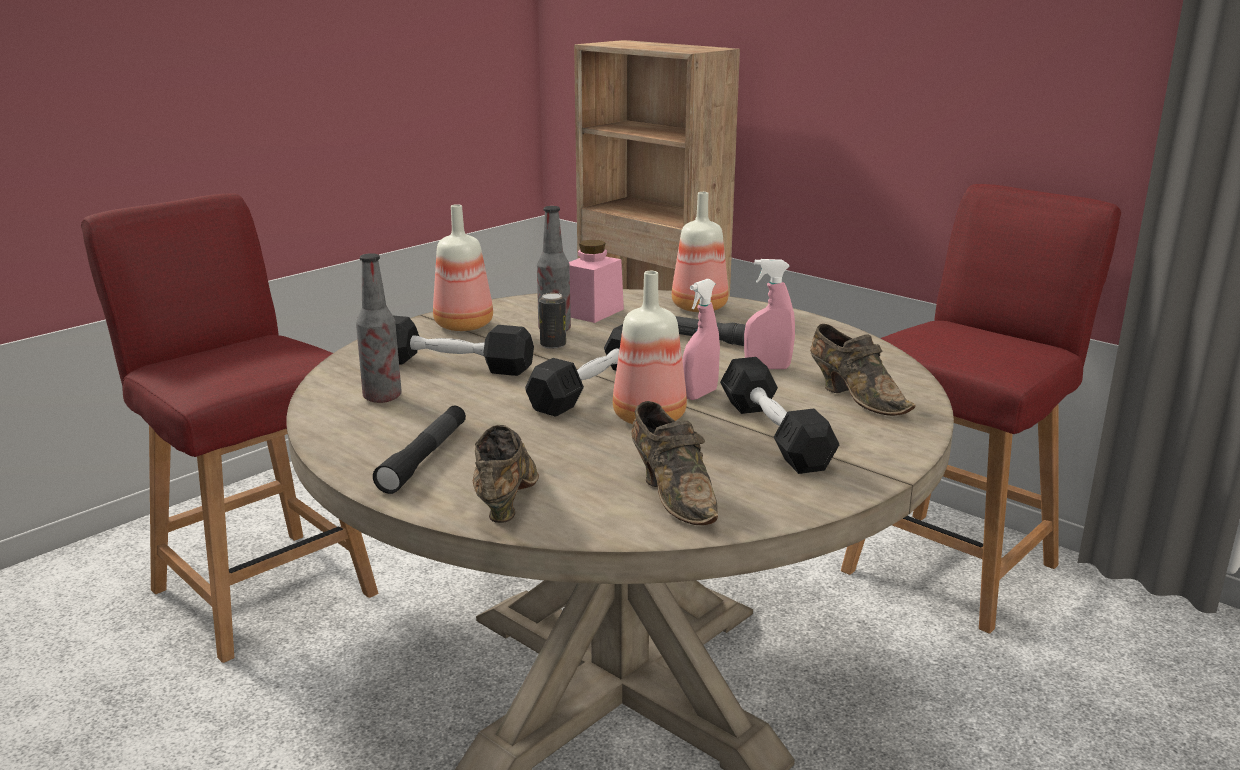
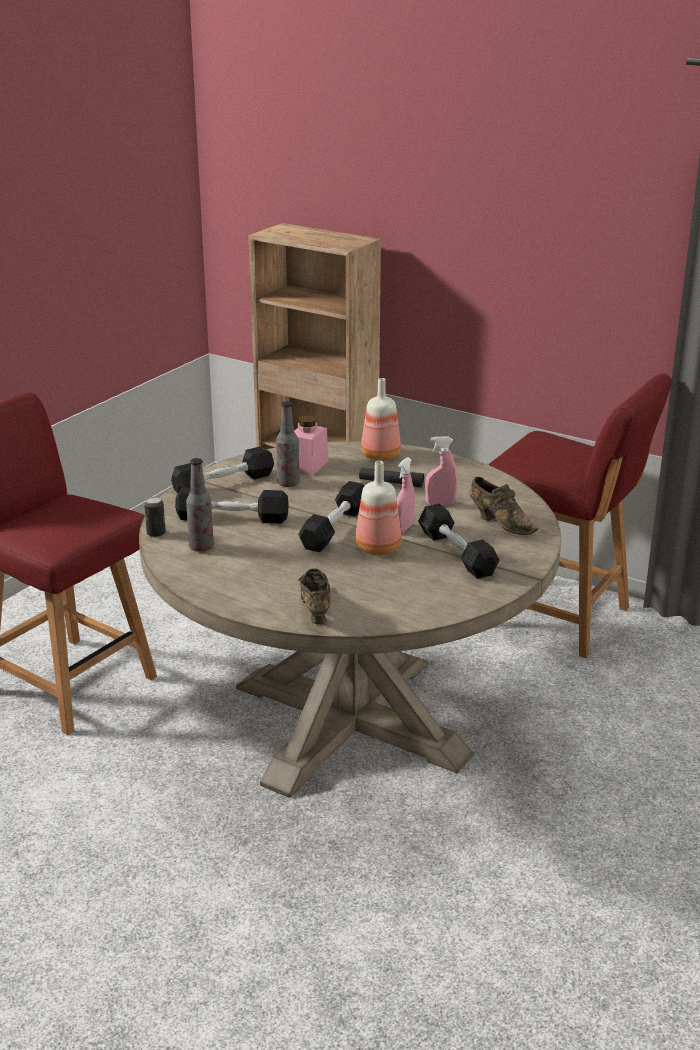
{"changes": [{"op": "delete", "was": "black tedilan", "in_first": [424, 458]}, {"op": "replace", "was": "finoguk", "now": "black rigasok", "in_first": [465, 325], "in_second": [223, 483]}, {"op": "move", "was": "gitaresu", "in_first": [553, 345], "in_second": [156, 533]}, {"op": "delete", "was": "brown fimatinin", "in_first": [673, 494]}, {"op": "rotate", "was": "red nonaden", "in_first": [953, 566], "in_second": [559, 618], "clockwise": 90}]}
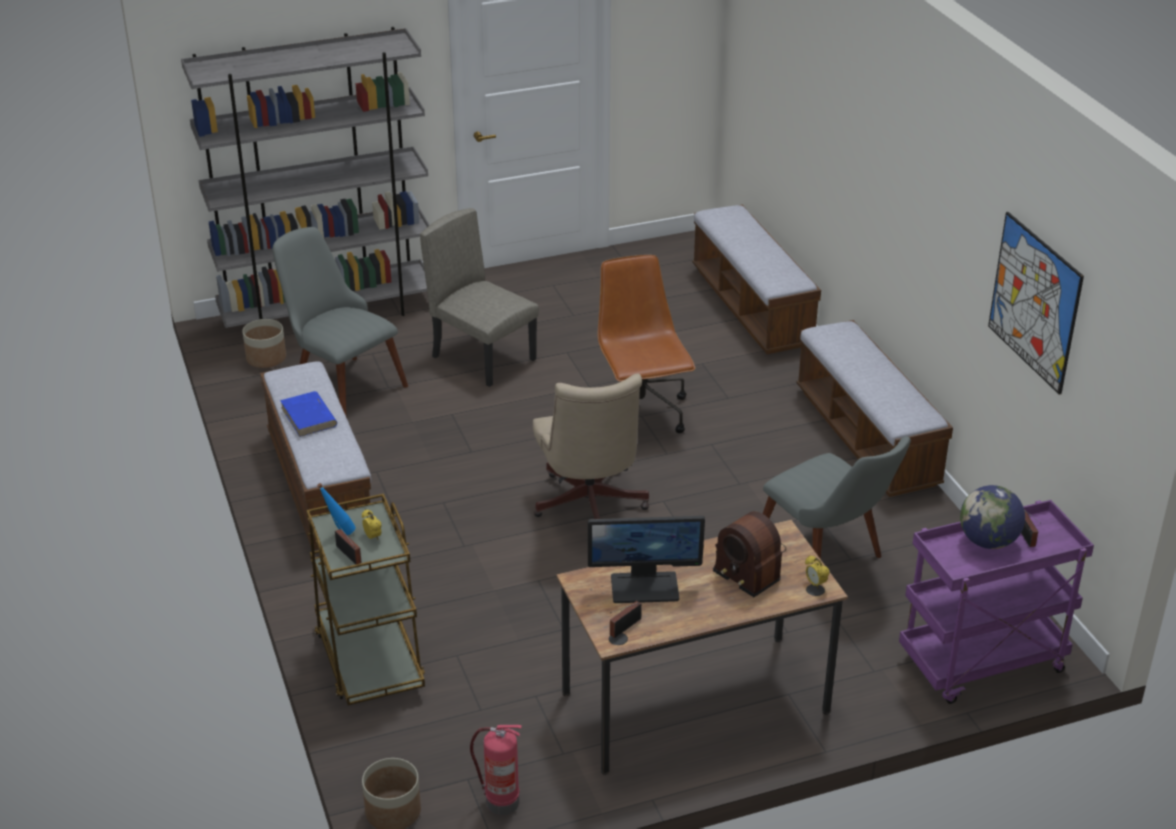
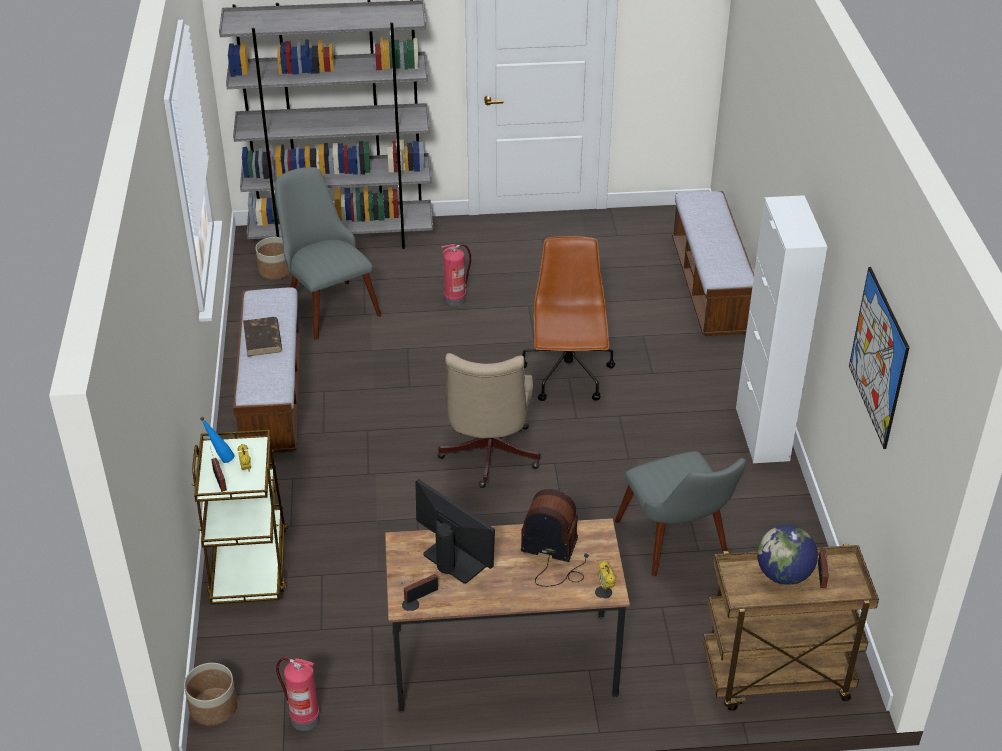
{"changes": [{"op": "recolor", "was": "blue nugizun", "now": "brown nugizun", "in_first": [309, 417], "in_second": [263, 339]}, {"op": "replace", "was": "beige nonaden", "now": "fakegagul", "in_first": [484, 358], "in_second": [455, 299]}, {"op": "rotate", "was": "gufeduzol", "in_first": [645, 586], "in_second": [455, 559], "clockwise": -150}, {"op": "rotate", "was": "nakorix", "in_first": [748, 565], "in_second": [554, 556], "clockwise": 135}, {"op": "replace", "was": "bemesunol", "now": "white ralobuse", "in_first": [866, 438], "in_second": [762, 434]}, {"op": "recolor", "was": "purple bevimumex", "now": "brown bevimumex", "in_first": [981, 665], "in_second": [775, 678]}]}
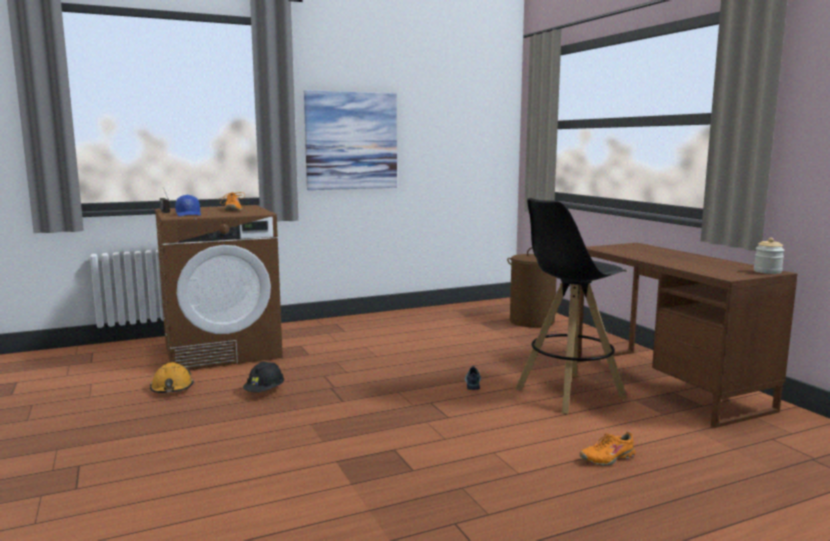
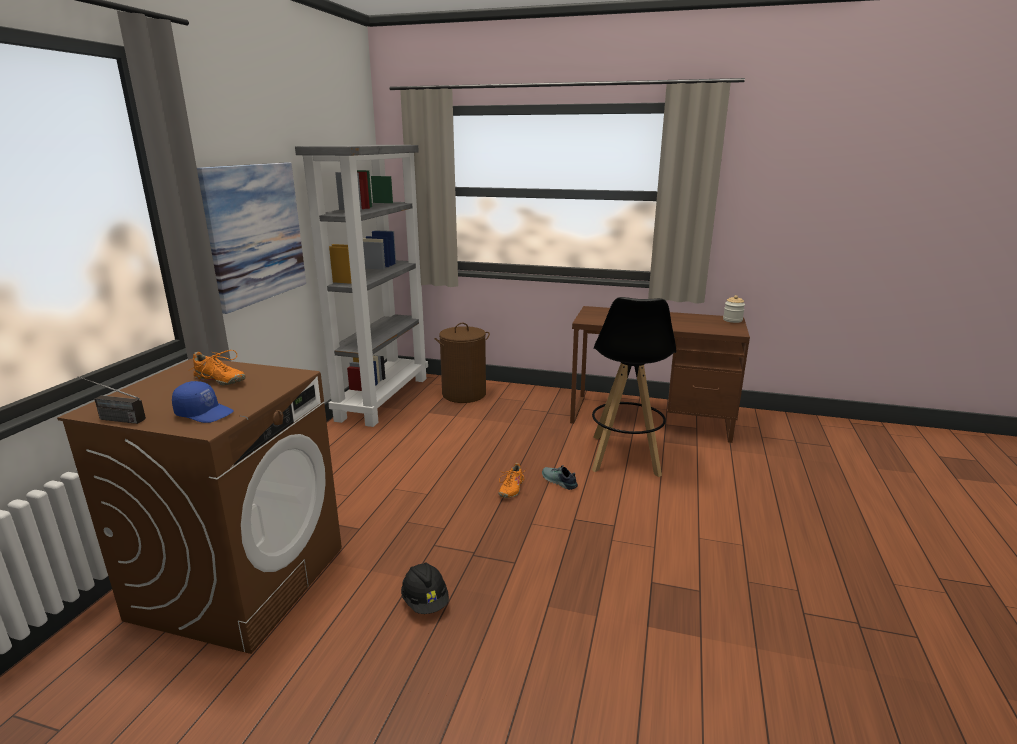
{"changes": [{"op": "delete", "was": "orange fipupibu", "in_first": [172, 388]}, {"op": "move", "was": "orange fimatinin", "in_first": [607, 458], "in_second": [511, 488]}, {"op": "insert", "now": "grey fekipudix", "in_second": [383, 398]}]}
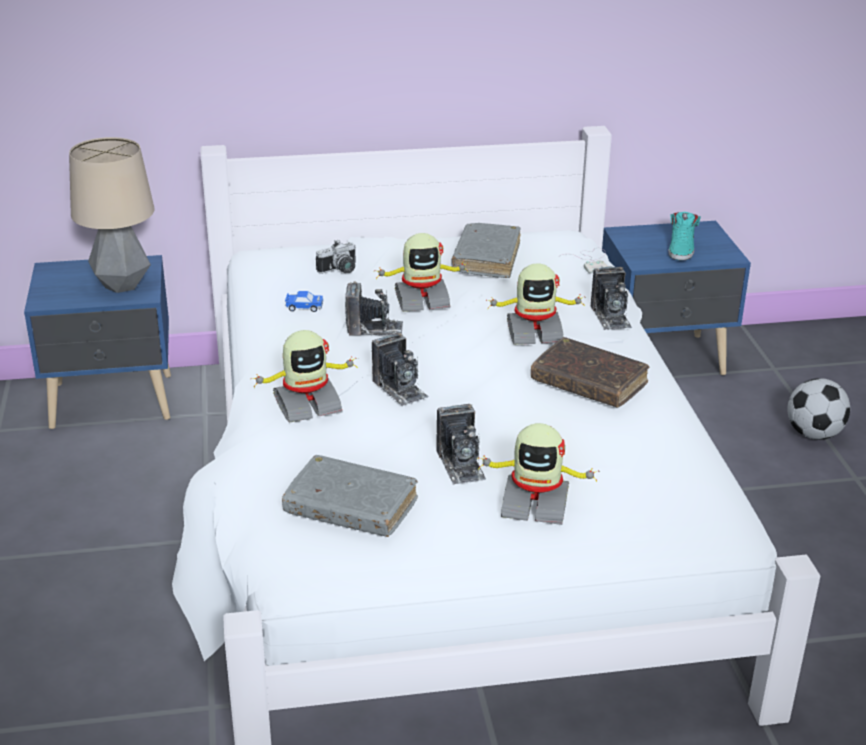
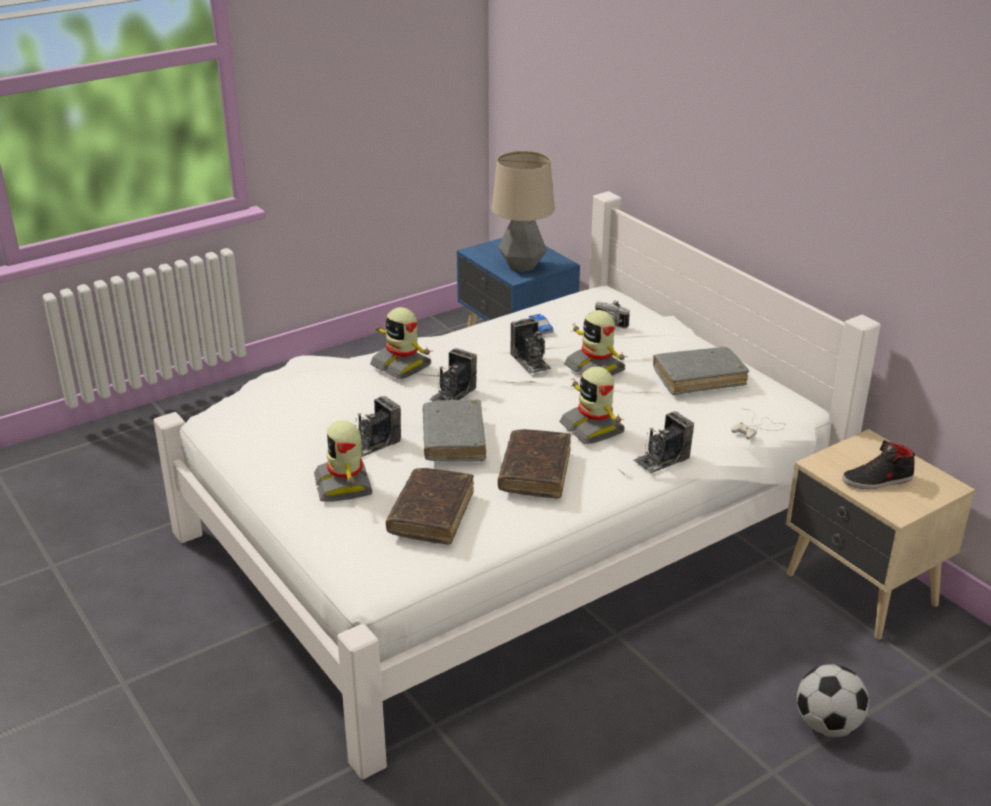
{"changes": [{"op": "move", "was": "grey nugizun", "in_first": [351, 508], "in_second": [453, 439]}, {"op": "recolor", "was": "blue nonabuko", "now": "beige nonabuko", "in_first": [663, 360], "in_second": [860, 592]}, {"op": "recolor", "was": "turquoise fimatinin", "now": "black fimatinin", "in_first": [681, 249], "in_second": [877, 480]}, {"op": "insert", "now": "brown nugizun", "in_second": [431, 514]}]}
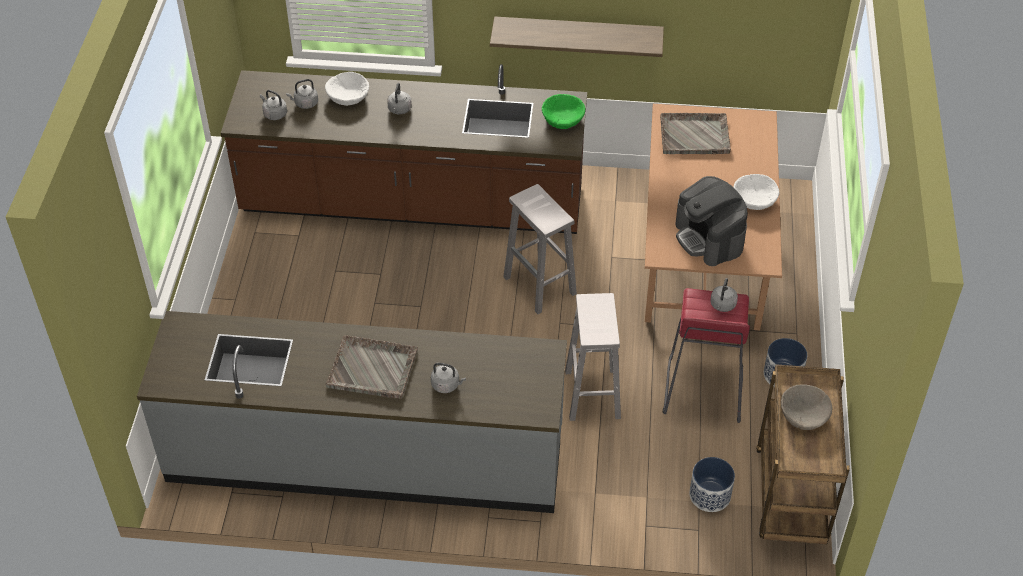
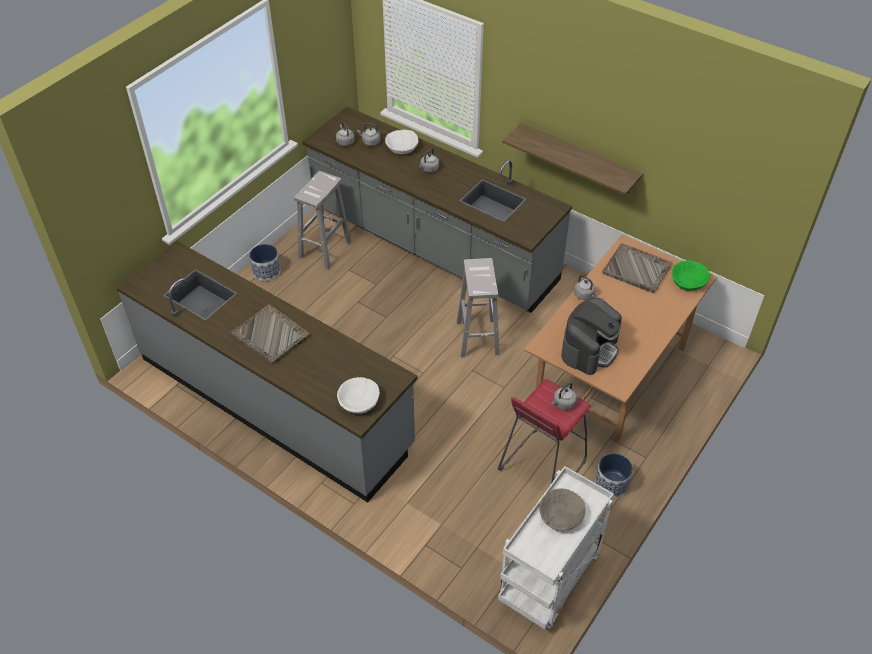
{"changes": [{"op": "recolor", "was": "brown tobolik", "now": "grey tobolik", "in_first": [412, 203], "in_second": [432, 245]}, {"op": "move", "was": "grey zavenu", "in_first": [447, 385], "in_second": [585, 295]}, {"op": "move", "was": "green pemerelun", "in_first": [563, 118], "in_second": [688, 281]}, {"op": "move", "was": "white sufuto", "in_first": [592, 393], "in_second": [325, 249]}, {"op": "rotate", "was": "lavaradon", "in_first": [709, 238], "in_second": [589, 349], "clockwise": -150}, {"op": "move", "was": "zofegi", "in_first": [710, 495], "in_second": [266, 271]}, {"op": "move", "was": "white pemerelun", "in_first": [754, 199], "in_second": [359, 401]}, {"op": "recolor", "was": "brown bevimumex", "now": "white bevimumex", "in_first": [792, 499], "in_second": [549, 581]}]}
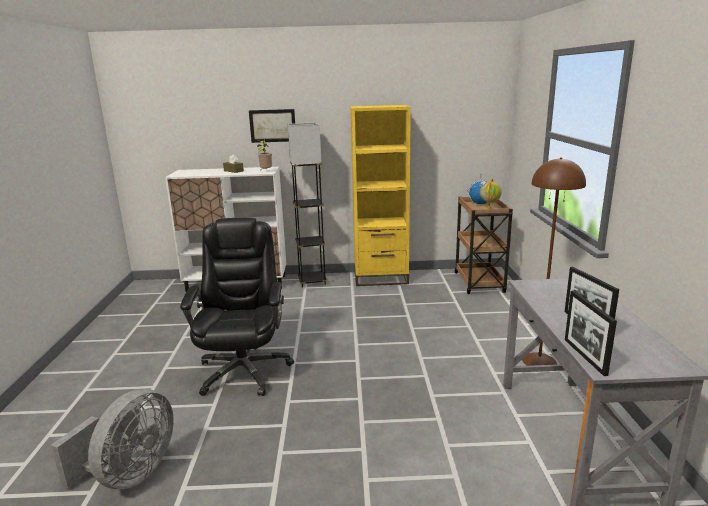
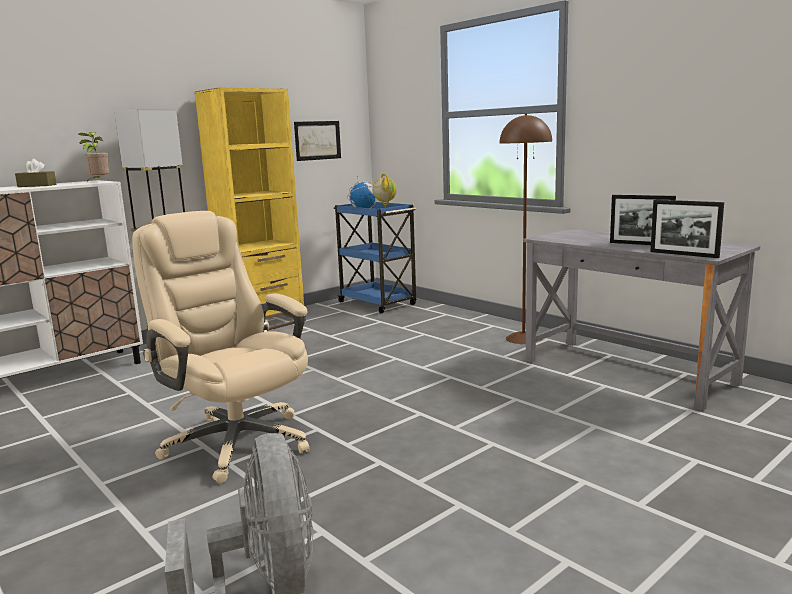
{"changes": [{"op": "recolor", "was": "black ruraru", "now": "beige ruraru", "in_first": [244, 370], "in_second": [236, 442]}, {"op": "move", "was": "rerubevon", "in_first": [272, 125], "in_second": [317, 140]}, {"op": "recolor", "was": "brown bevimumex", "now": "blue bevimumex", "in_first": [479, 283], "in_second": [378, 303]}]}
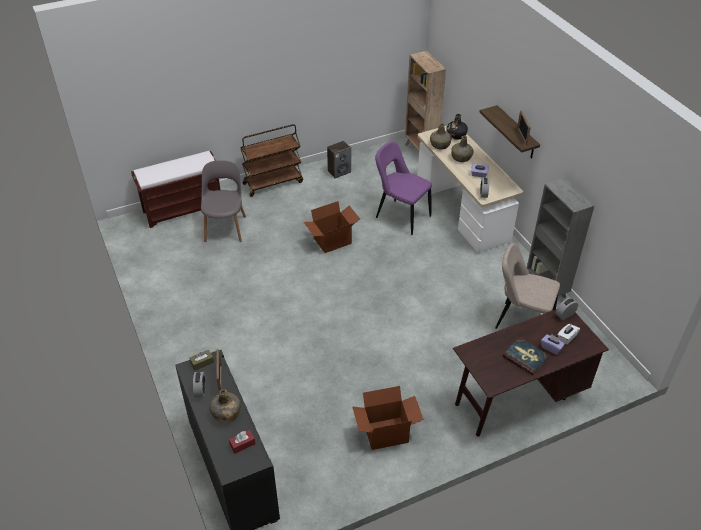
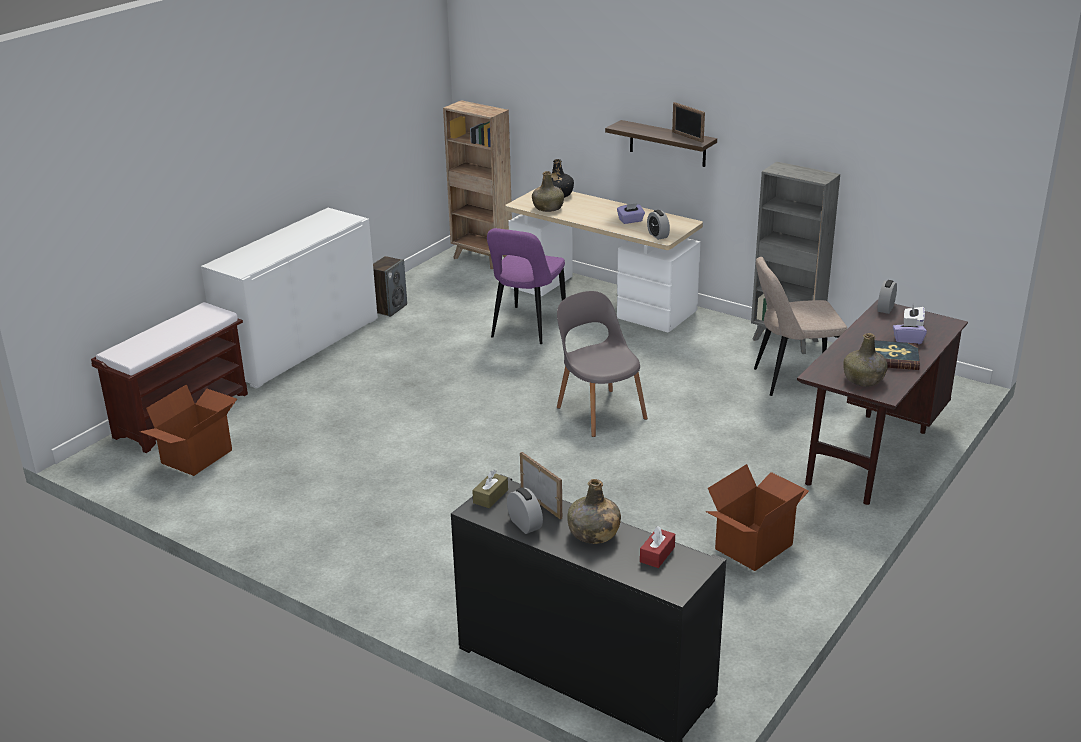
{"changes": [{"op": "move", "was": "grey nonaden", "in_first": [225, 227], "in_second": [599, 411]}, {"op": "replace", "was": "brown bevimumex", "now": "white ralobuse", "in_first": [273, 182], "in_second": [300, 346]}, {"op": "move", "was": "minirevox", "in_first": [332, 241], "in_second": [197, 457]}, {"op": "rotate", "was": "purple nonaden", "in_first": [401, 216], "in_second": [527, 328], "clockwise": -75}, {"op": "move", "was": "green finoguk", "in_first": [461, 158], "in_second": [864, 380]}]}
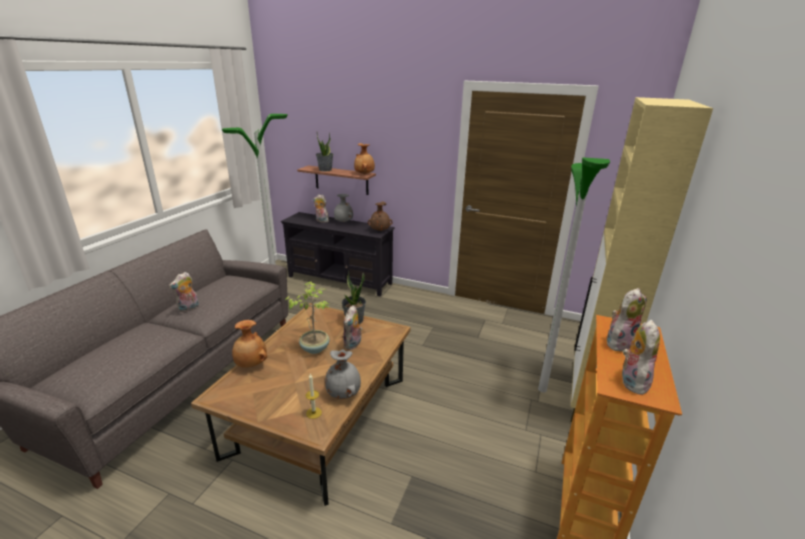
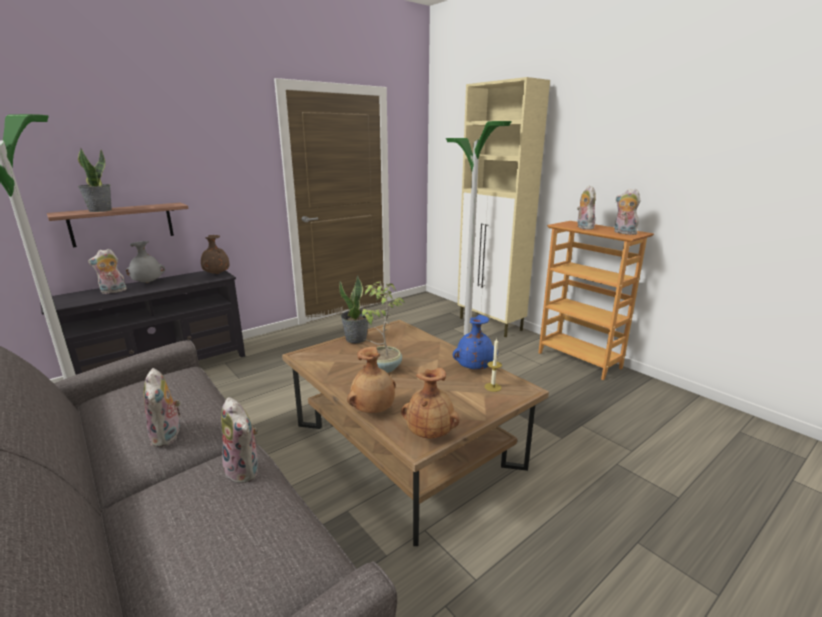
{"changes": [{"op": "recolor", "was": "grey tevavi", "now": "blue tevavi", "in_first": [344, 393], "in_second": [474, 367]}, {"op": "move", "was": "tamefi", "in_first": [353, 344], "in_second": [245, 471]}, {"op": "move", "was": "brown tevavi", "in_first": [365, 174], "in_second": [430, 432]}]}
